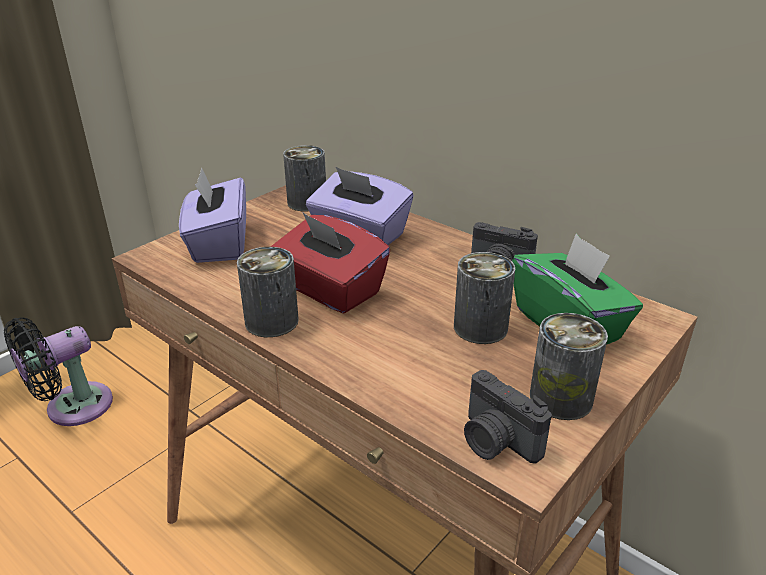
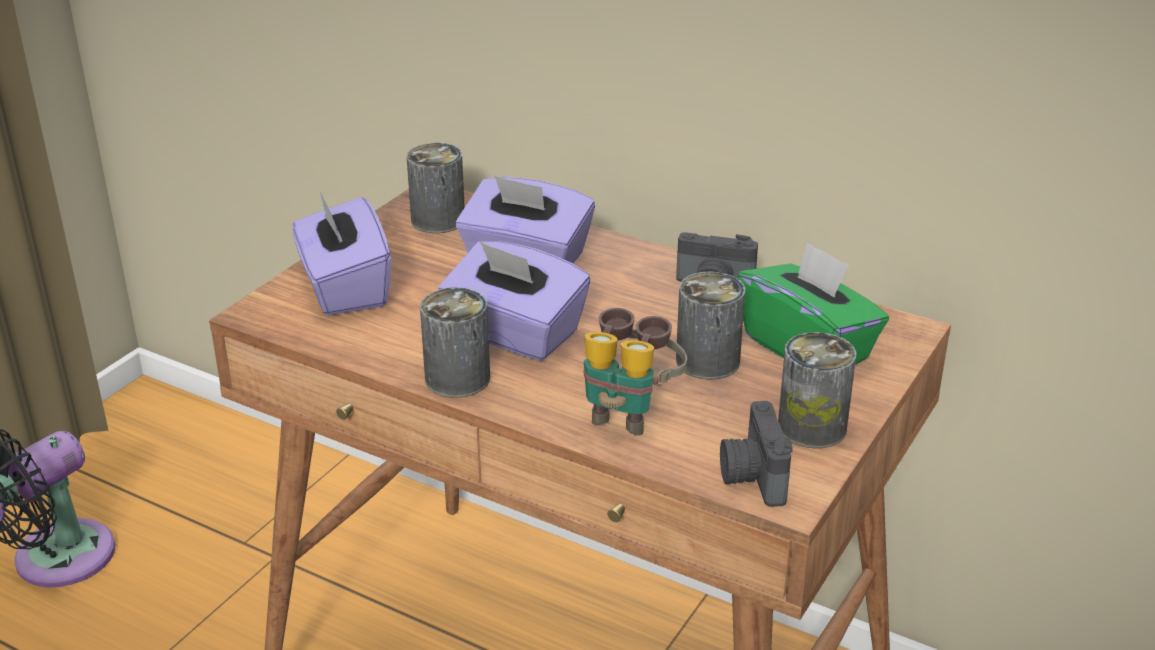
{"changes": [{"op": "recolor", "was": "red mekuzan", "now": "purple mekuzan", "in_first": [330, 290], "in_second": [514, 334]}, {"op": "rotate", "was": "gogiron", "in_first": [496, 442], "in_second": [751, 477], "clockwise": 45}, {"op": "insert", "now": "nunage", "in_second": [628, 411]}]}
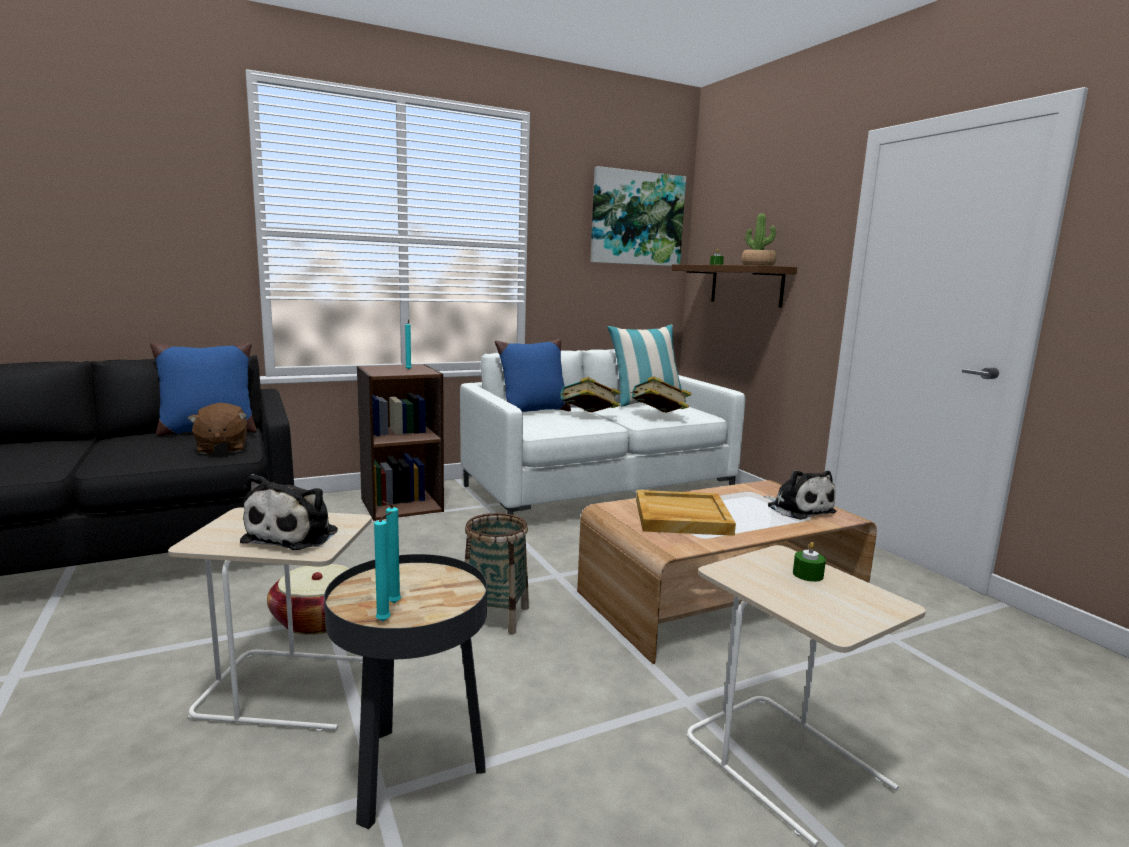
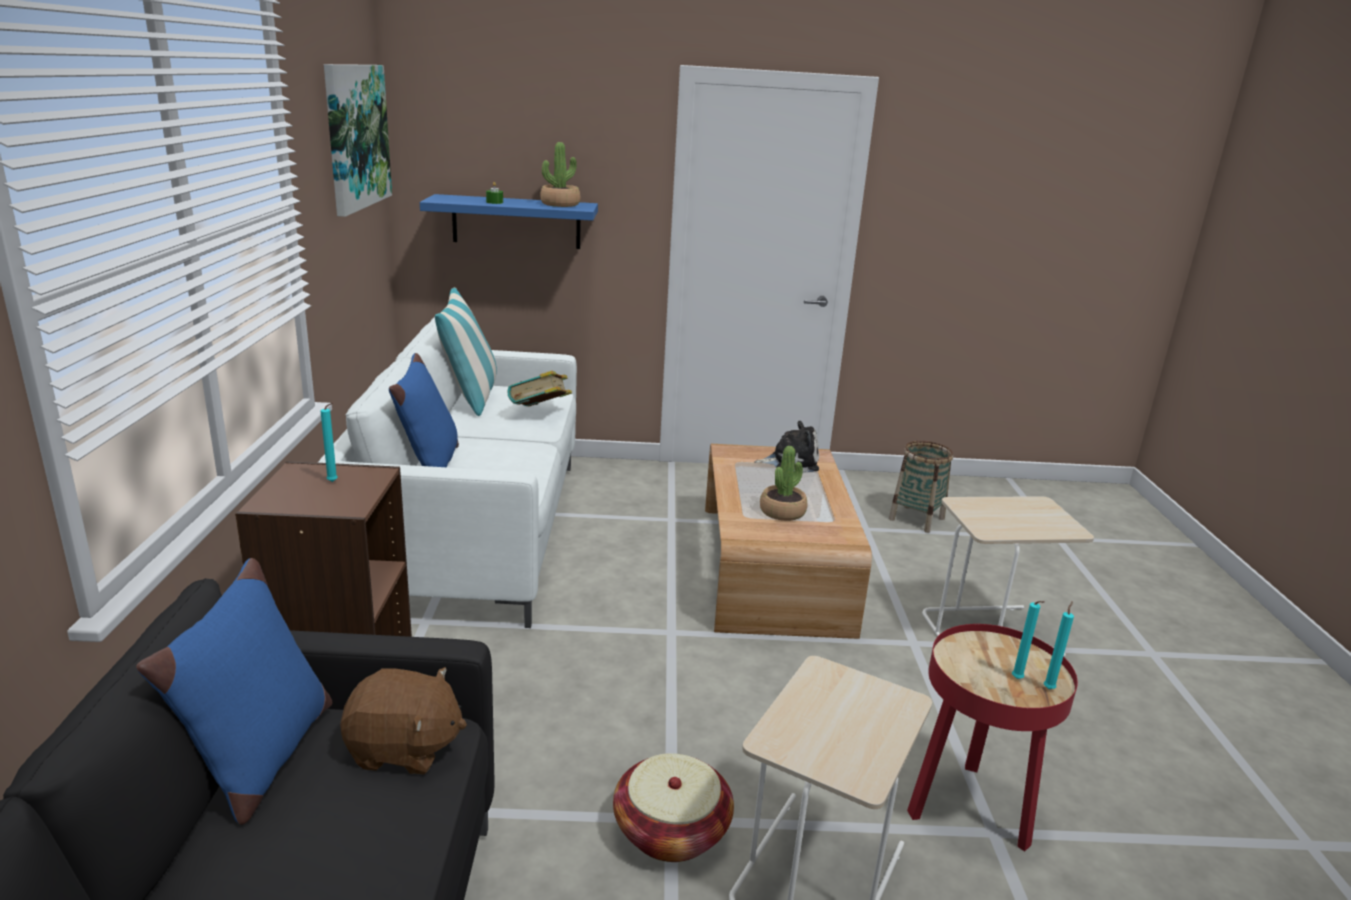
{"changes": [{"op": "delete", "was": "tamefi", "in_first": [295, 535]}, {"op": "recolor", "was": "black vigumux", "now": "red vigumux", "in_first": [410, 772], "in_second": [969, 809]}, {"op": "move", "was": "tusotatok", "in_first": [495, 616], "in_second": [916, 519]}, {"op": "delete", "was": "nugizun", "in_first": [588, 416]}, {"op": "replace", "was": "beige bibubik", "now": "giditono", "in_first": [681, 517], "in_second": [782, 512]}, {"op": "recolor", "was": "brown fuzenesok", "now": "blue fuzenesok", "in_first": [746, 285], "in_second": [516, 222]}, {"op": "delete", "was": "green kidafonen", "in_first": [808, 574]}]}
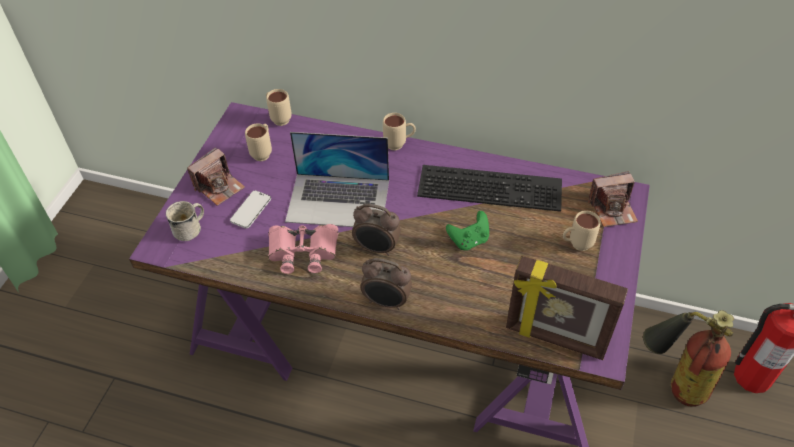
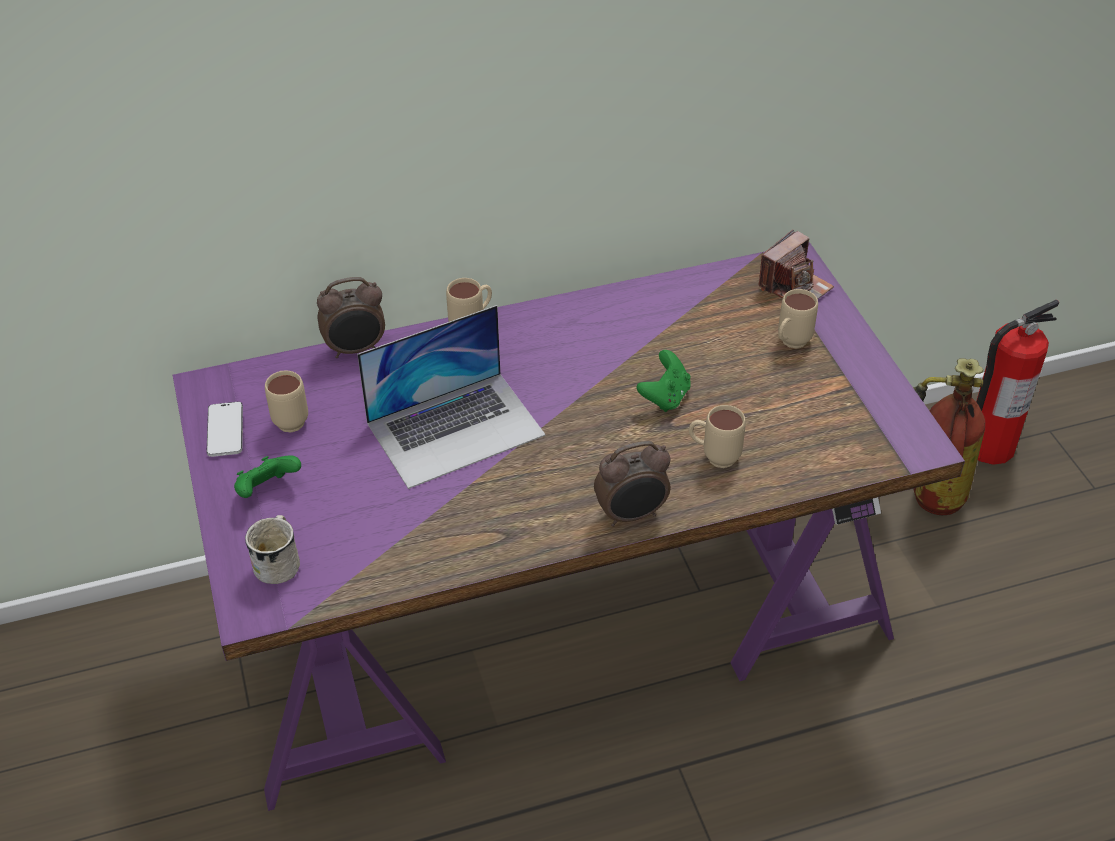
{"changes": [{"op": "replace", "was": "gogiron", "now": "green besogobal", "in_first": [219, 187], "in_second": [267, 490]}, {"op": "move", "was": "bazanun", "in_first": [251, 210], "in_second": [225, 431]}, {"op": "move", "was": "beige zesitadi", "in_first": [278, 118], "in_second": [713, 457]}, {"op": "delete", "was": "pink nunage", "in_first": [303, 251]}, {"op": "move", "was": "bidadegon", "in_first": [377, 248], "in_second": [356, 349]}, {"op": "delete", "was": "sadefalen", "in_first": [491, 186]}, {"op": "delete", "was": "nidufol", "in_first": [555, 339]}]}
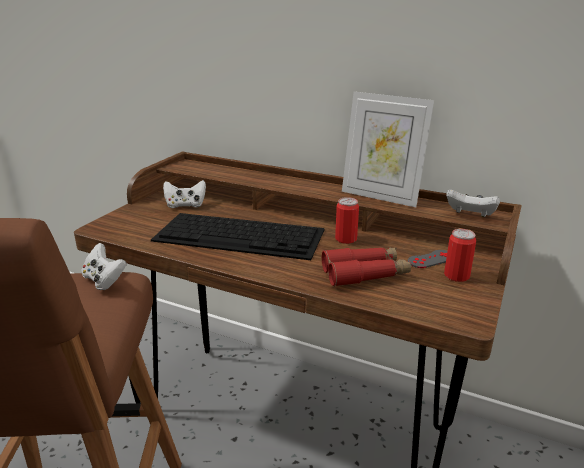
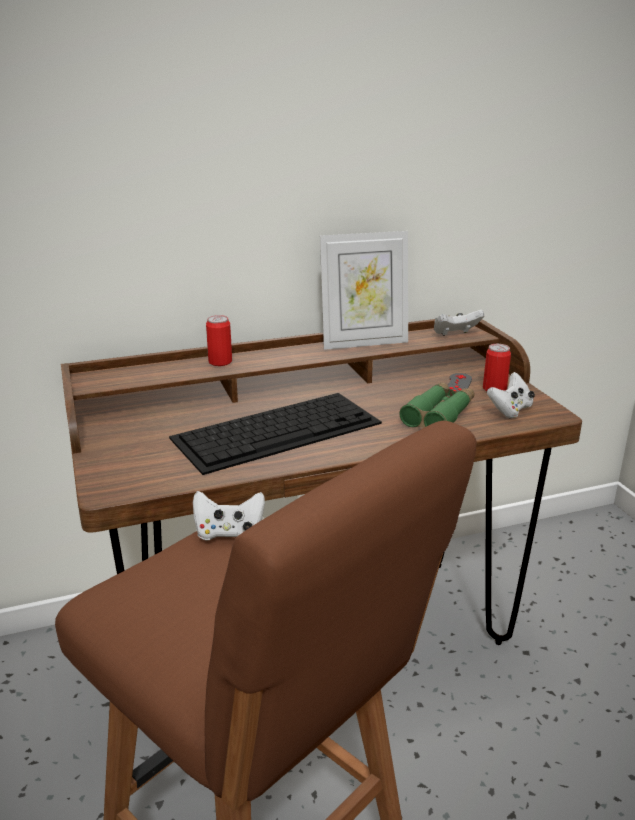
{"changes": [{"op": "move", "was": "white besogobal", "in_first": [185, 205], "in_second": [510, 410]}, {"op": "recolor", "was": "red nunage", "now": "green nunage", "in_first": [365, 274], "in_second": [439, 415]}, {"op": "move", "was": "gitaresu", "in_first": [346, 239], "in_second": [220, 362]}]}
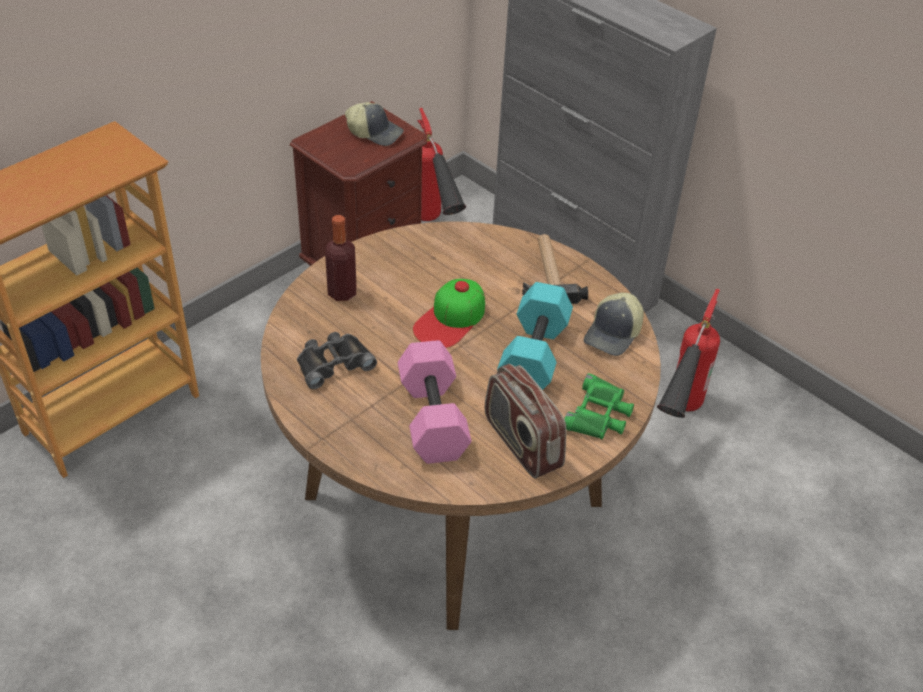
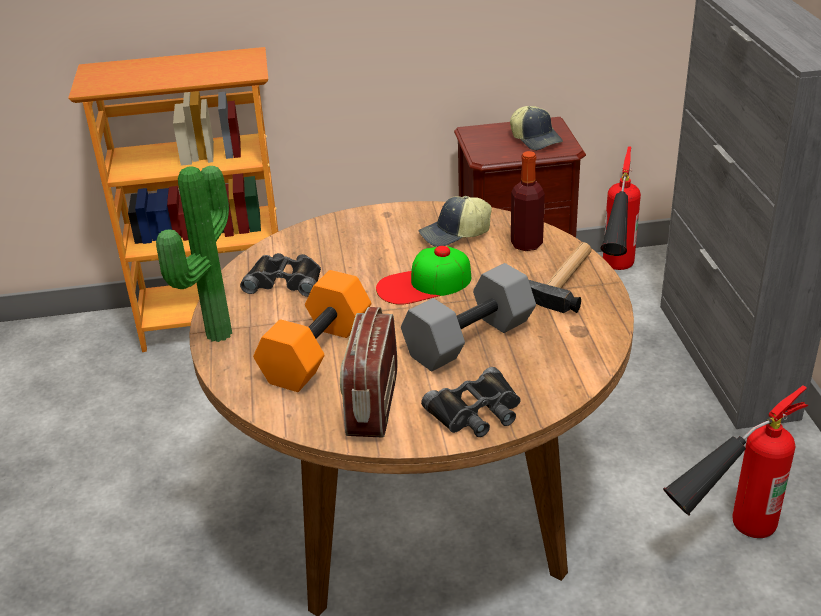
{"changes": [{"op": "move", "was": "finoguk", "in_first": [342, 292], "in_second": [526, 244]}, {"op": "recolor", "was": "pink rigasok", "now": "orange rigasok", "in_first": [430, 417], "in_second": [316, 351]}, {"op": "recolor", "was": "turquoise rigasok", "now": "grey rigasok", "in_first": [532, 354], "in_second": [469, 337]}, {"op": "recolor", "was": "green nunage", "now": "black nunage", "in_first": [599, 414], "in_second": [476, 412]}, {"op": "move", "was": "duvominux", "in_first": [614, 334], "in_second": [455, 234]}, {"op": "insert", "now": "giditono", "in_second": [214, 333]}]}
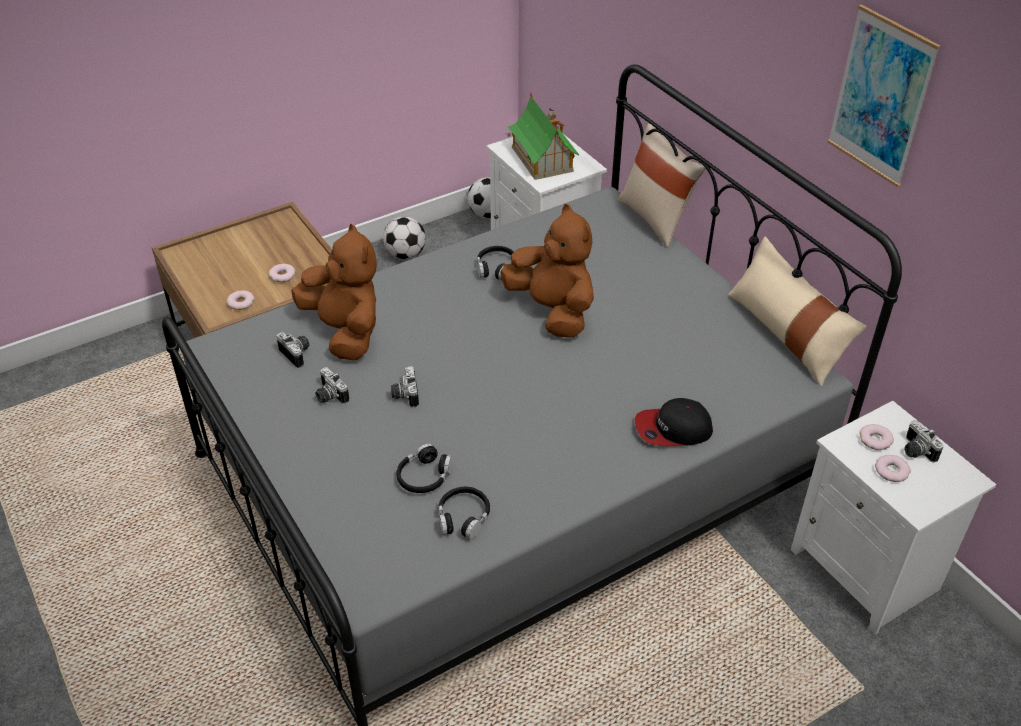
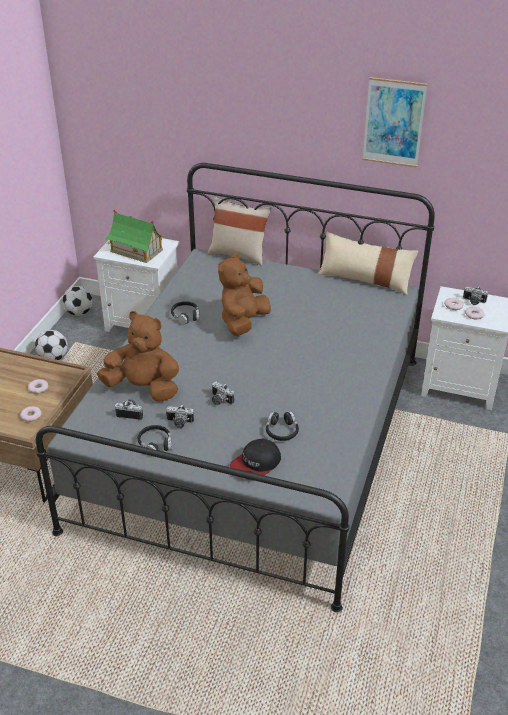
{"changes": [{"op": "move", "was": "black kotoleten", "in_first": [463, 517], "in_second": [155, 444]}, {"op": "rotate", "was": "brown tamefi", "in_first": [552, 311], "in_second": [243, 322], "clockwise": -75}, {"op": "move", "was": "duvominux", "in_first": [673, 429], "in_second": [256, 464]}]}
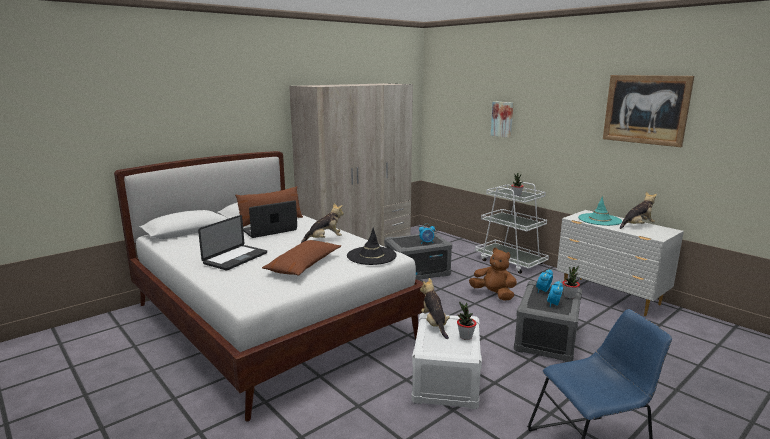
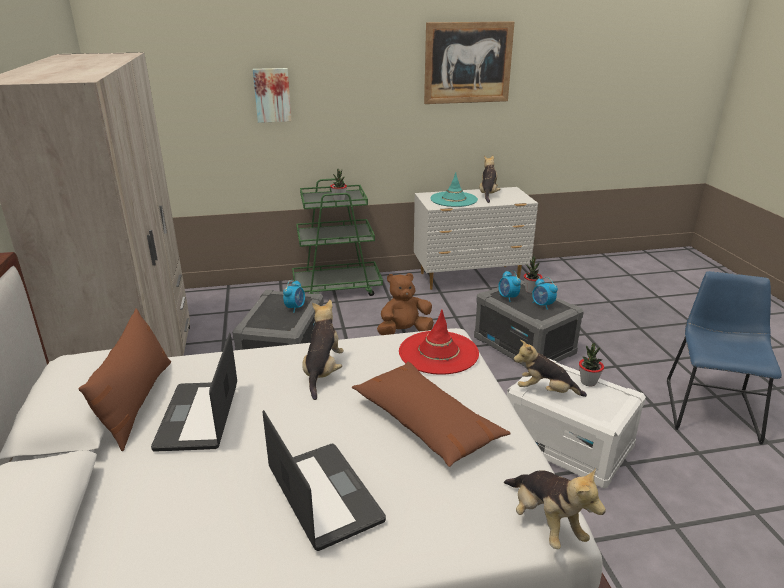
{"changes": [{"op": "recolor", "was": "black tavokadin", "now": "red tavokadin", "in_first": [371, 256], "in_second": [438, 353]}, {"op": "recolor", "was": "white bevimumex", "now": "green bevimumex", "in_first": [510, 262], "in_second": [337, 288]}, {"op": "insert", "now": "tamefi", "in_second": [545, 523]}]}
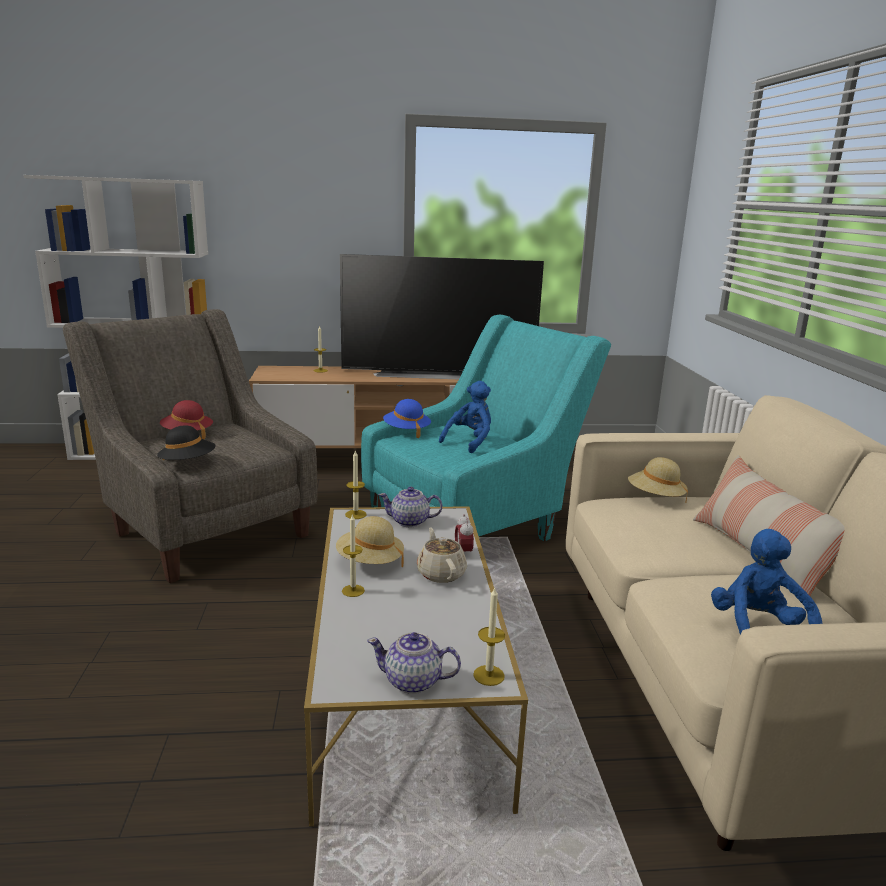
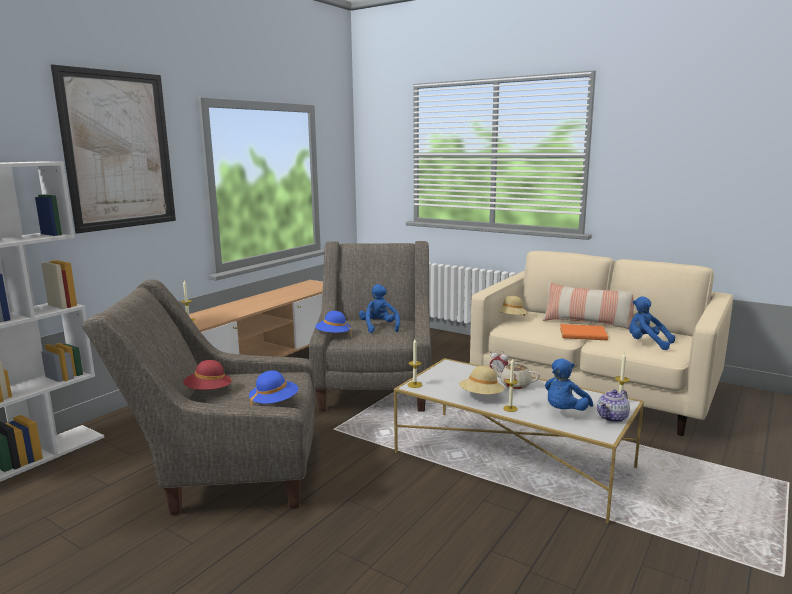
{"changes": [{"op": "recolor", "was": "black tavokadin", "now": "blue tavokadin", "in_first": [188, 463], "in_second": [274, 403]}, {"op": "delete", "was": "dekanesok", "in_first": [438, 374]}, {"op": "recolor", "was": "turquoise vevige", "now": "grey vevige", "in_first": [475, 523], "in_second": [376, 387]}, {"op": "delete", "was": "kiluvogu", "in_first": [410, 522]}, {"op": "insert", "now": "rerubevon", "in_second": [119, 150]}, {"op": "insert", "now": "blue tamefi", "in_second": [564, 411]}, {"op": "insert", "now": "orange nugizun", "in_second": [584, 334]}]}
